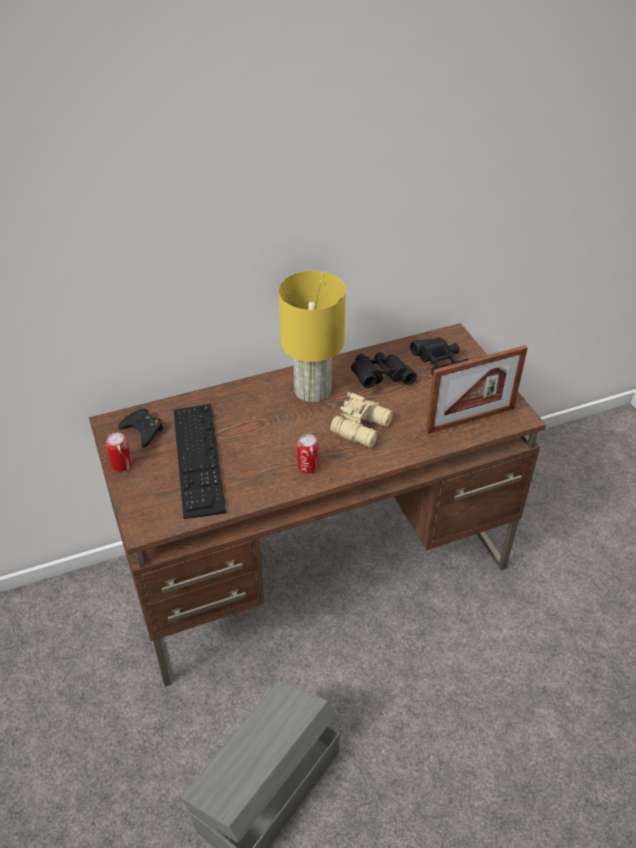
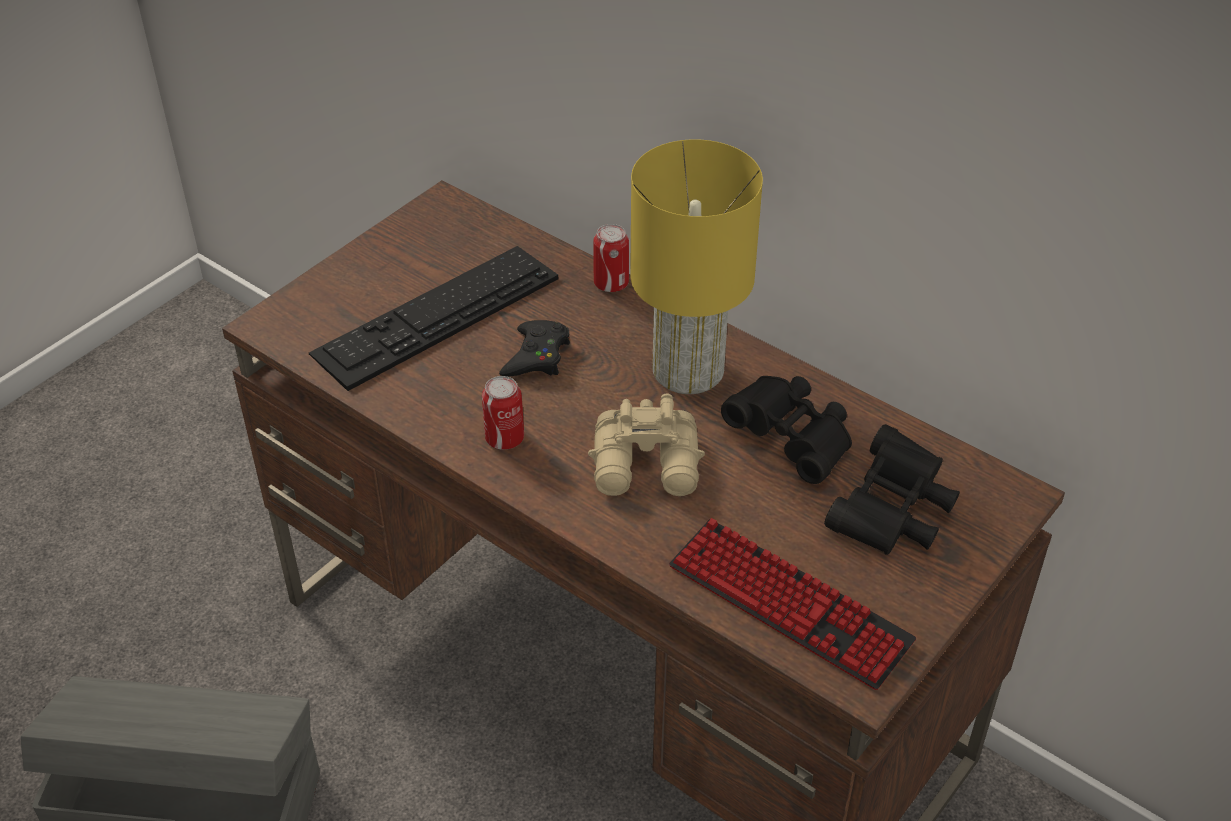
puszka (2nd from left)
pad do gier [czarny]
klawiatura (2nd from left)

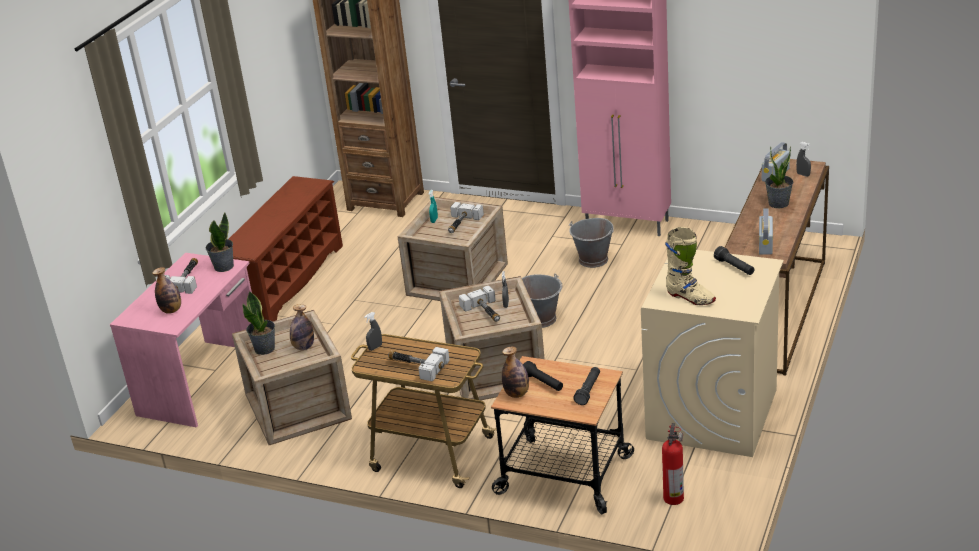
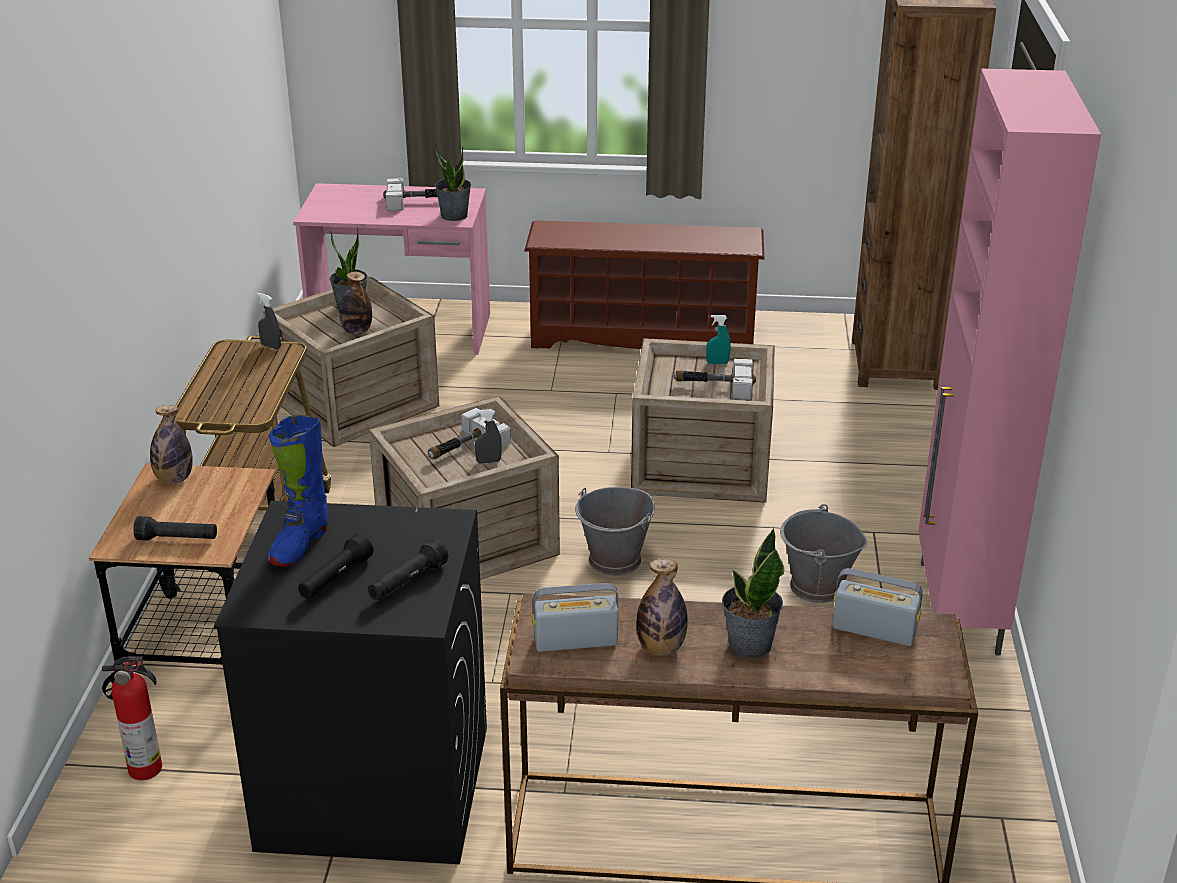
młotek (2nd from left in the first image)
spryskiwacz [szary] (3rd from left in the first image)
butelka (3rd from left)
latarka [czarny] (2nd from left)
pralka [czarny]
but z cholewką [niebieski]

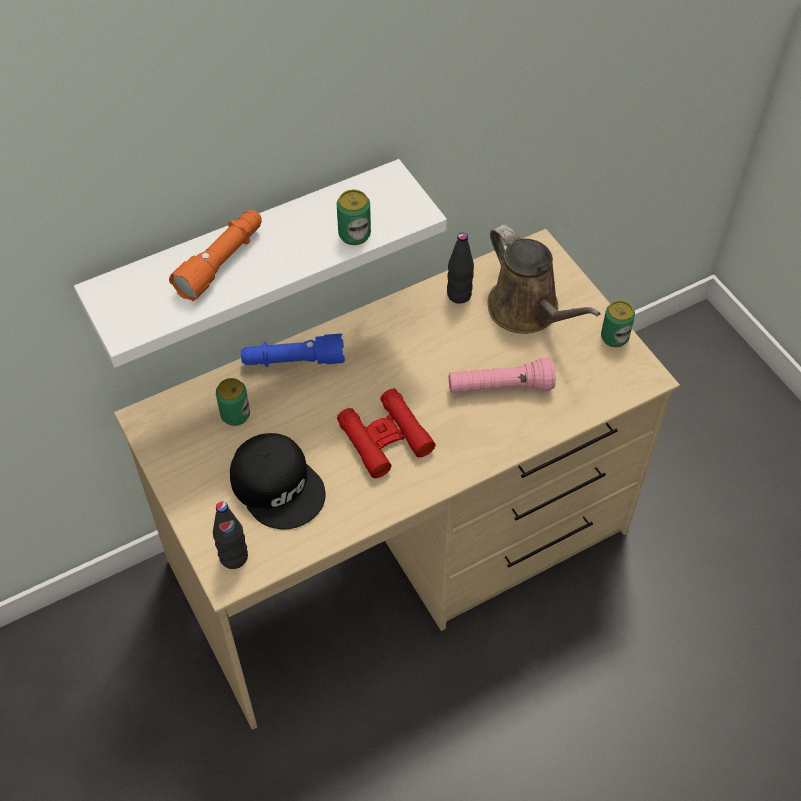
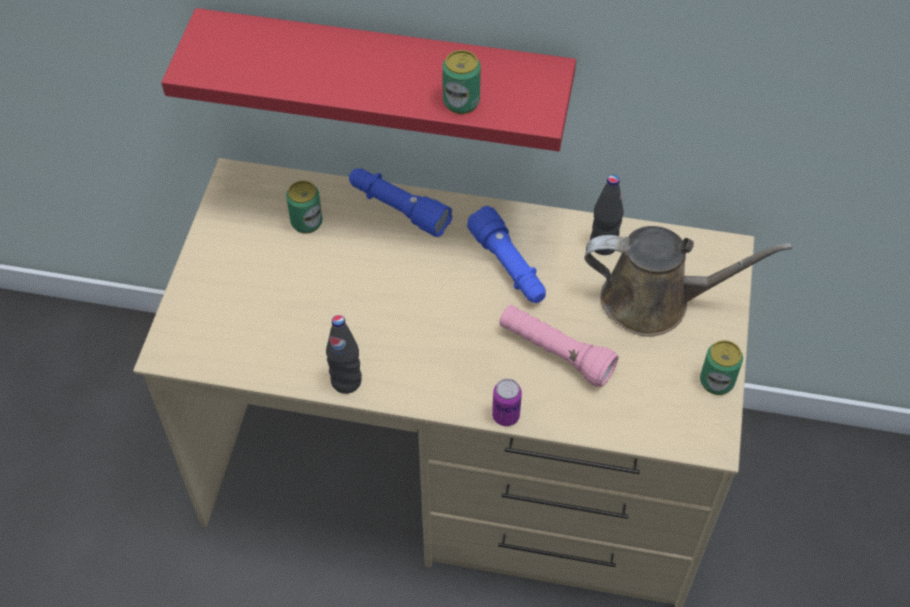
latarka [pomarańczowy]
czapka z daszkiem [czarny]
lornetka [czerwony]
latarka [niebieski] (2nd from left)
puszka (3rd from left)
butelka [czarny] (1st from left)
półka [czerwony]
konewka [brązowy]

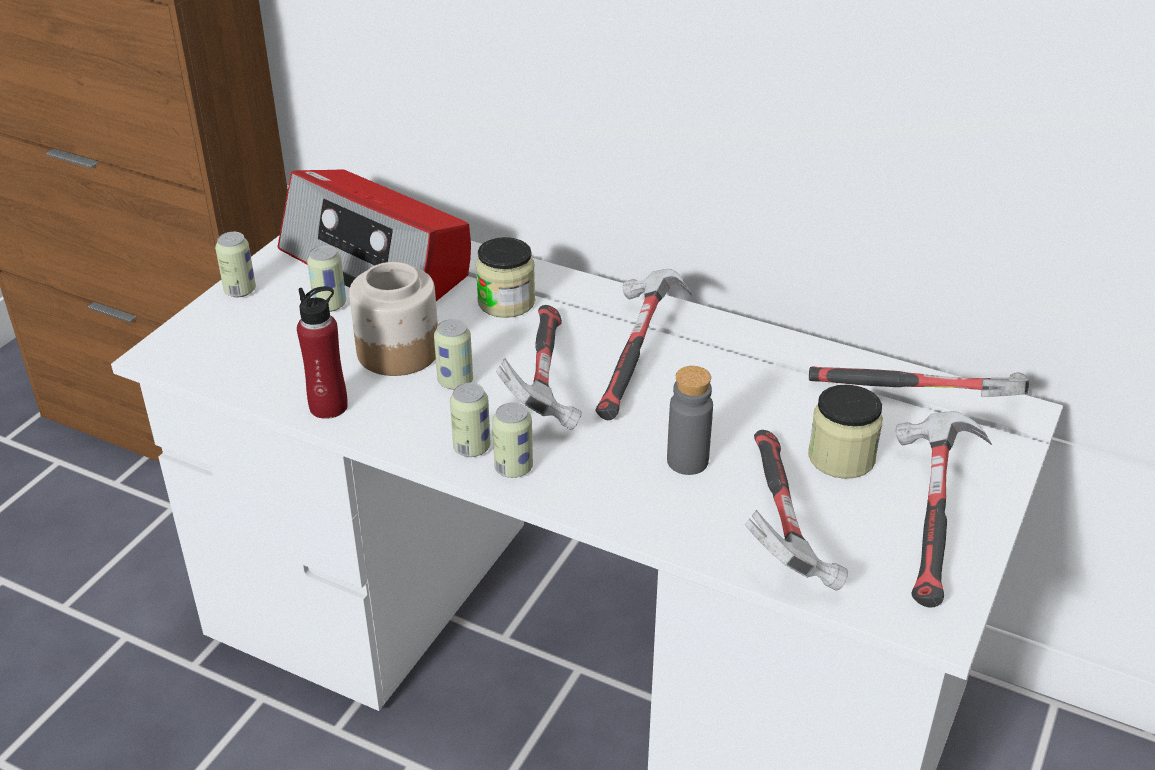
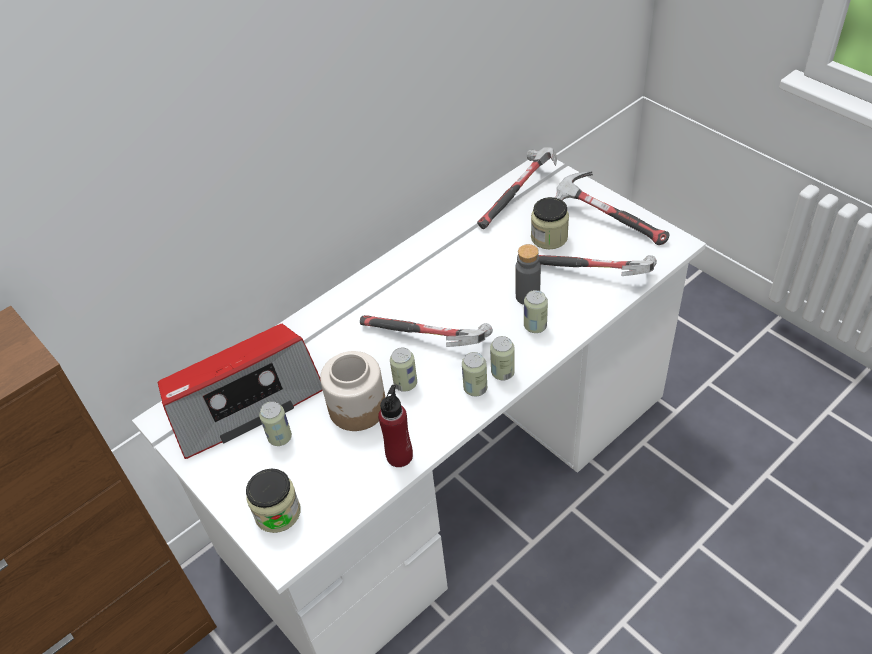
młotek (2nd from left in the first image)
puszka (5th from left)
słoik (1st from left)

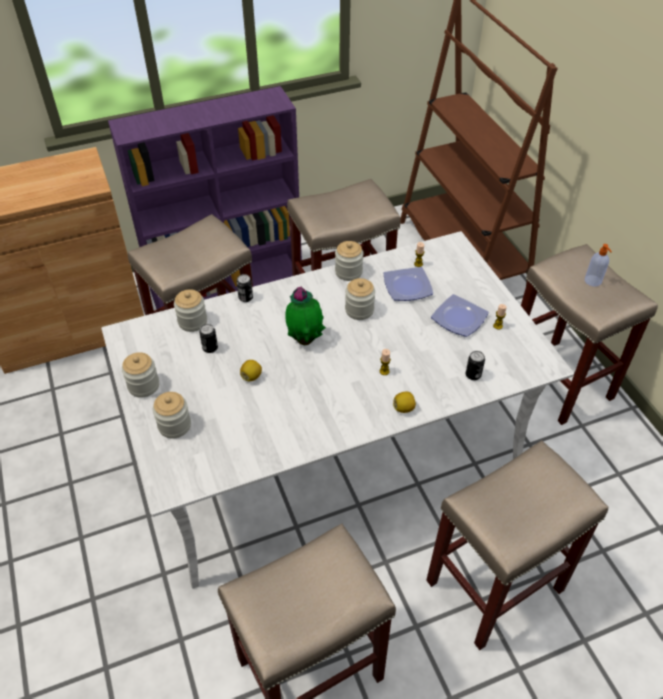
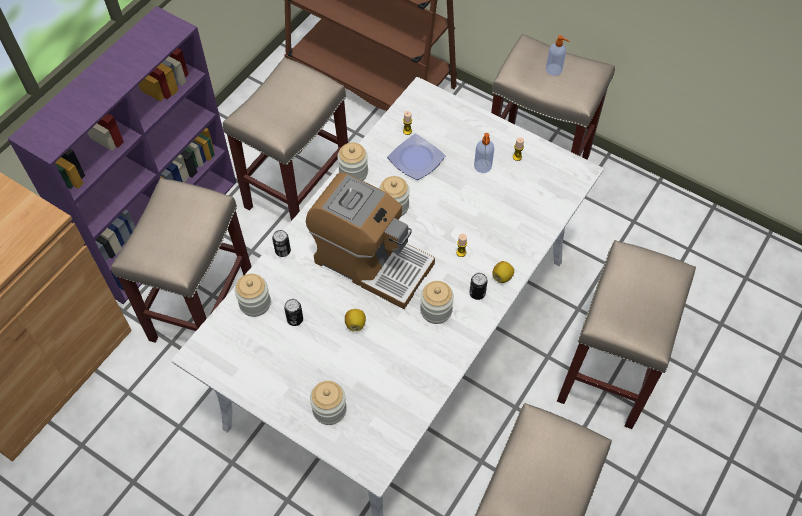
słoik (5th from left)
puszka (3rd from left)
ekspres do kawy
dozownik mydła (1st from left)

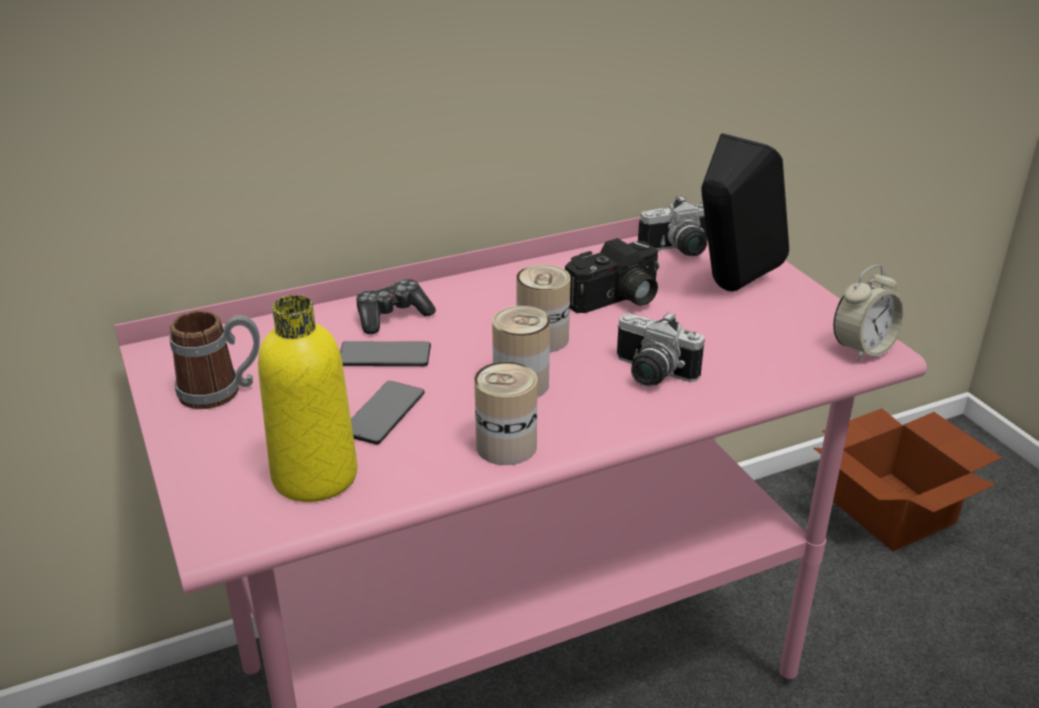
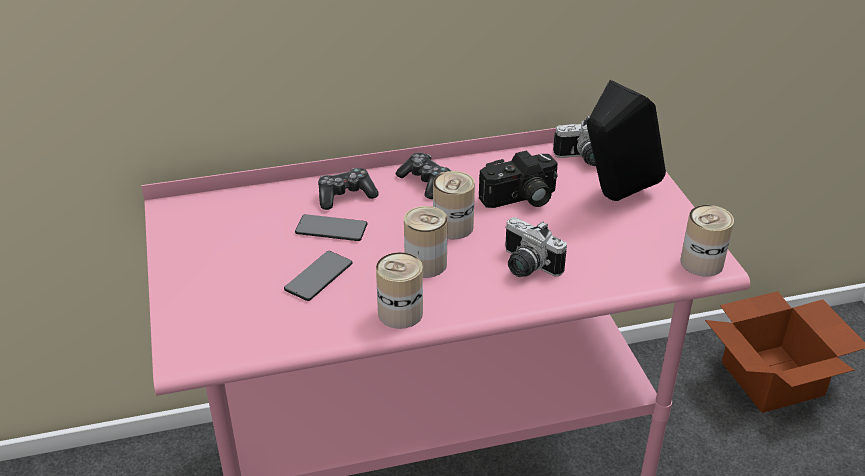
kubek
butelka [żółty]
pad do gier (2nd from left)
puszka (4th from left)

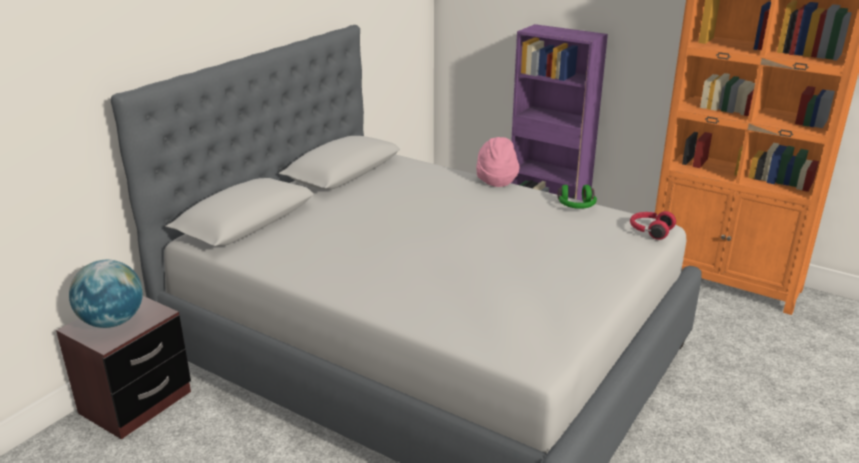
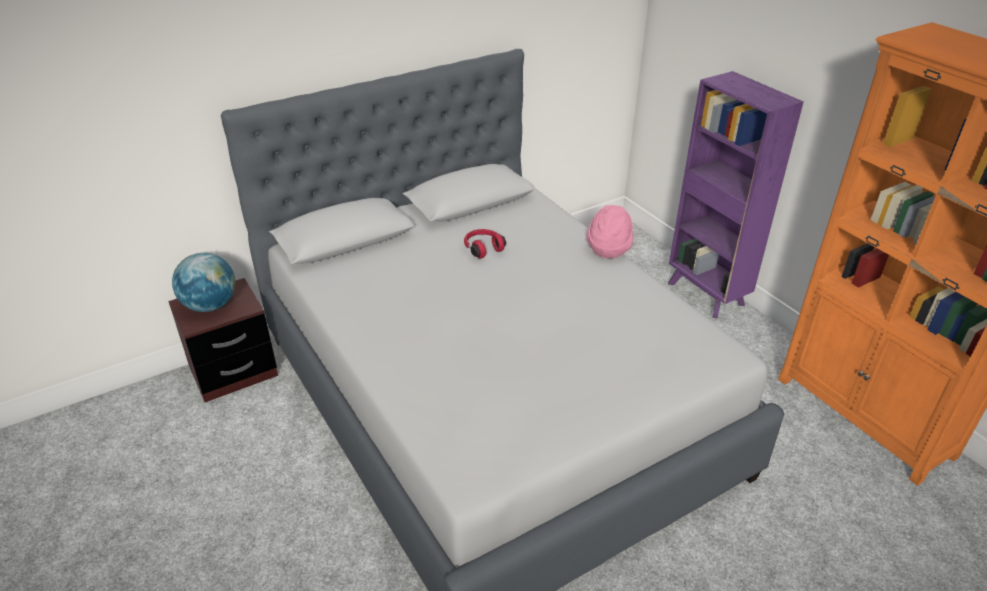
słuchawki [zielony]
słuchawki [czerwony]

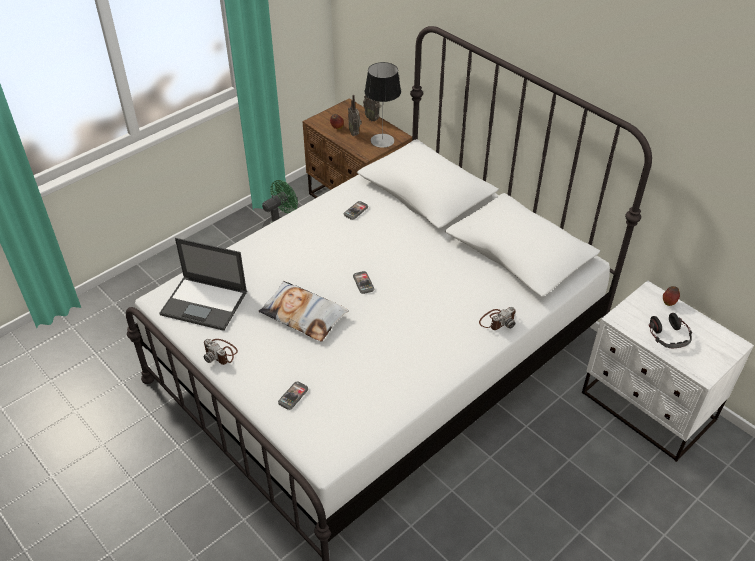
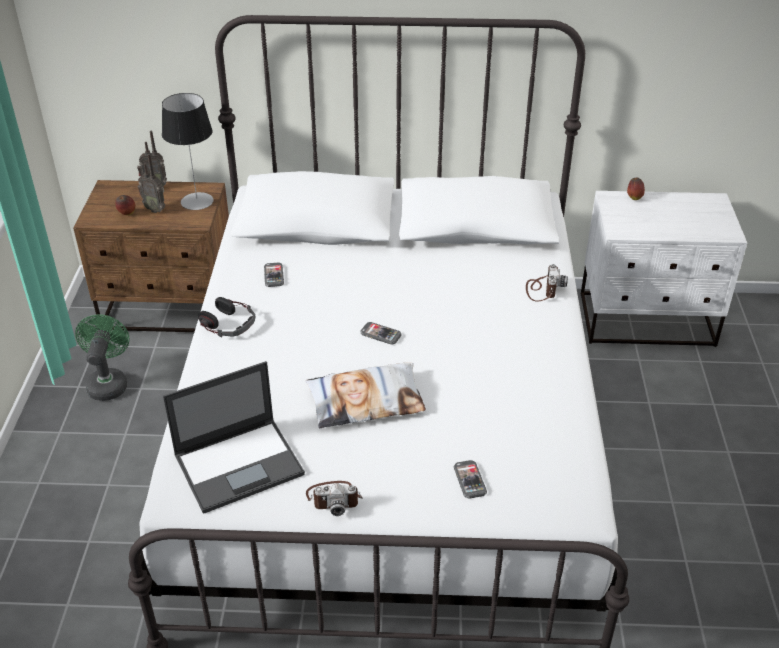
słuchawki

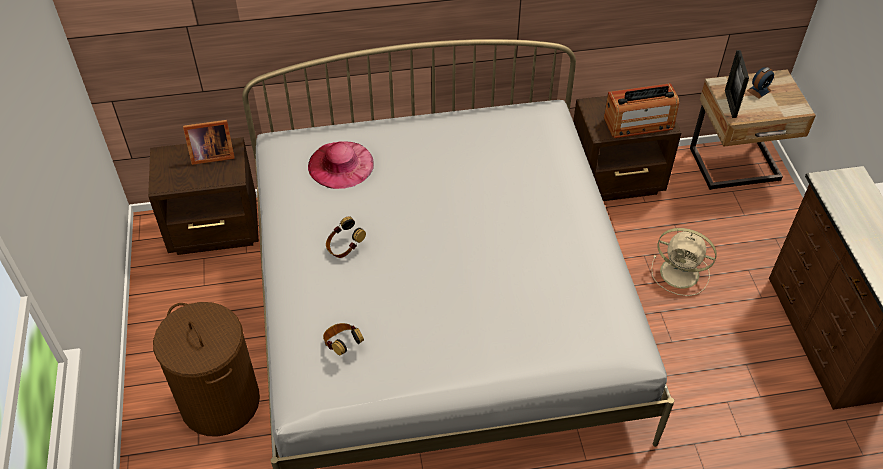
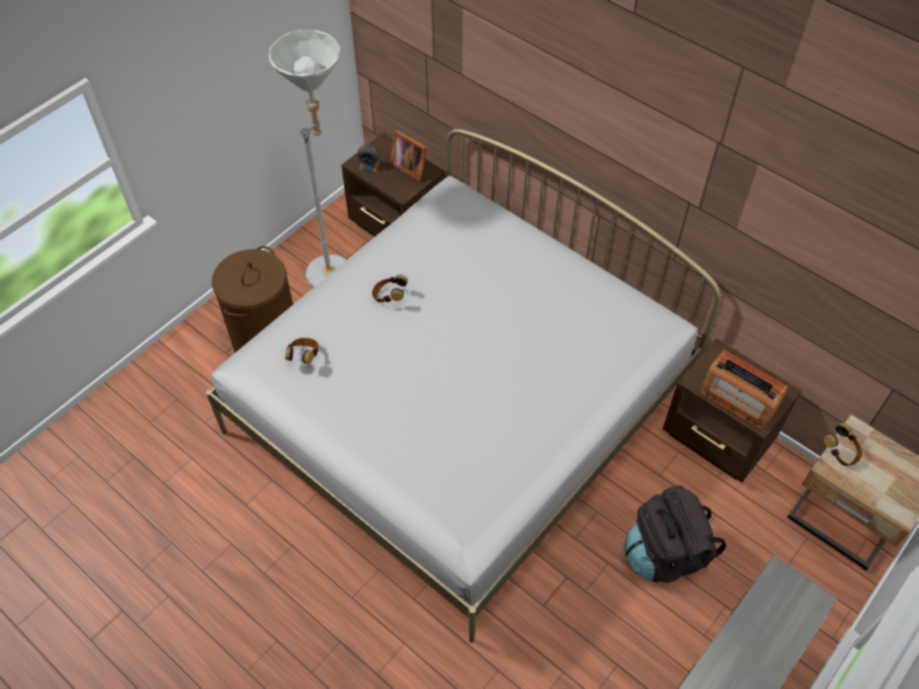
kapelusz [różowy]
lampa stojąca [szary]
budzik
plecak [czarny]
słuchawki (3rd from left)

